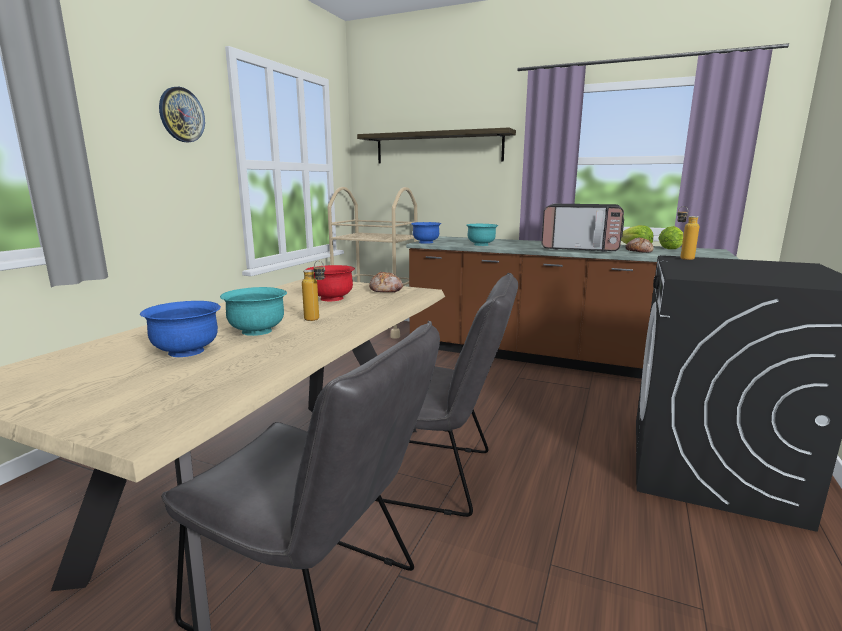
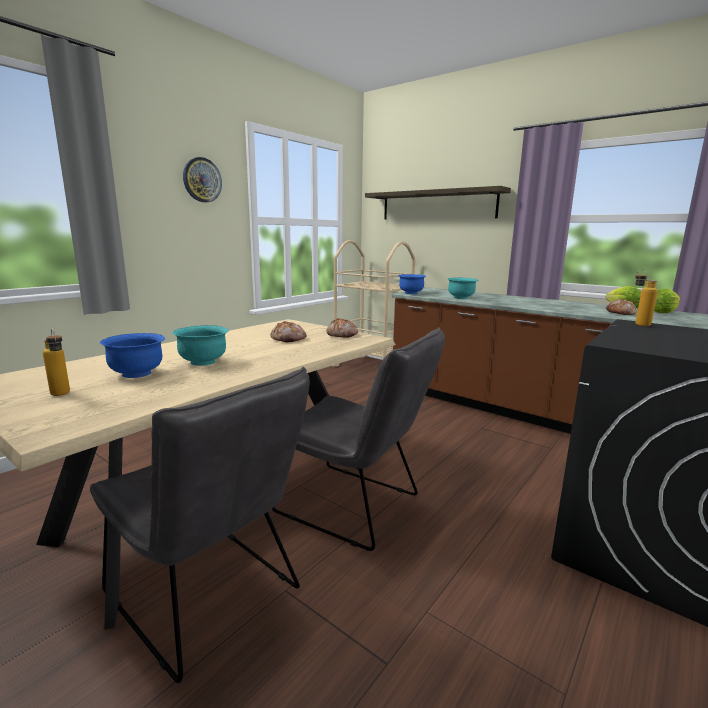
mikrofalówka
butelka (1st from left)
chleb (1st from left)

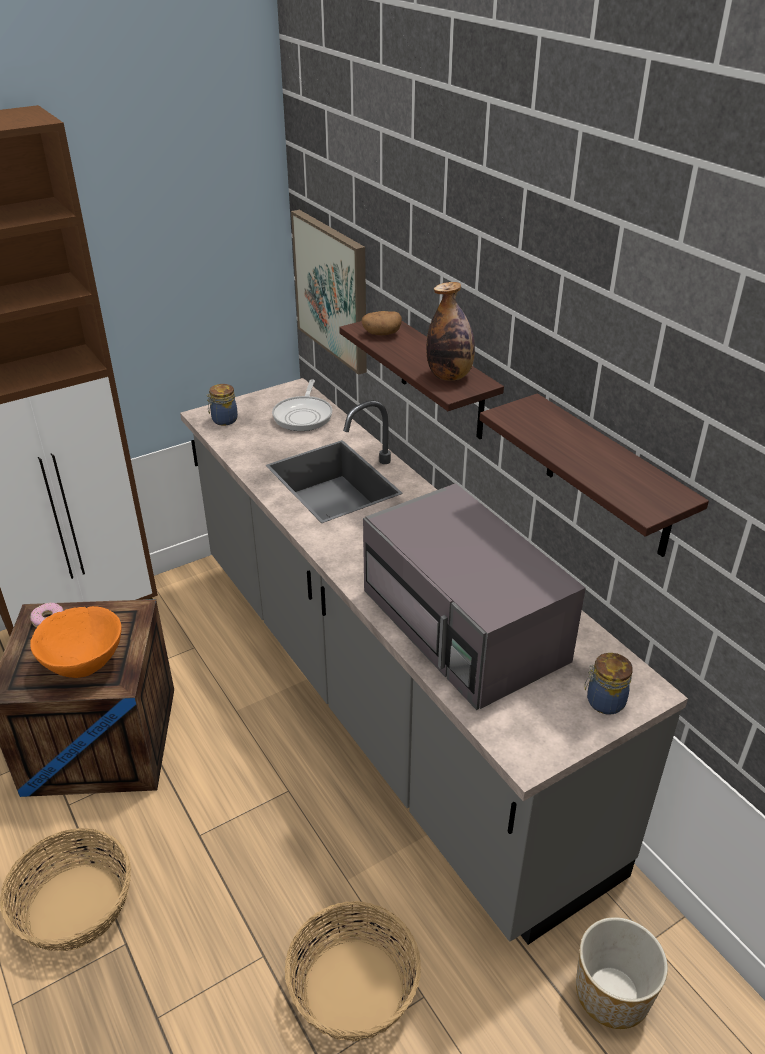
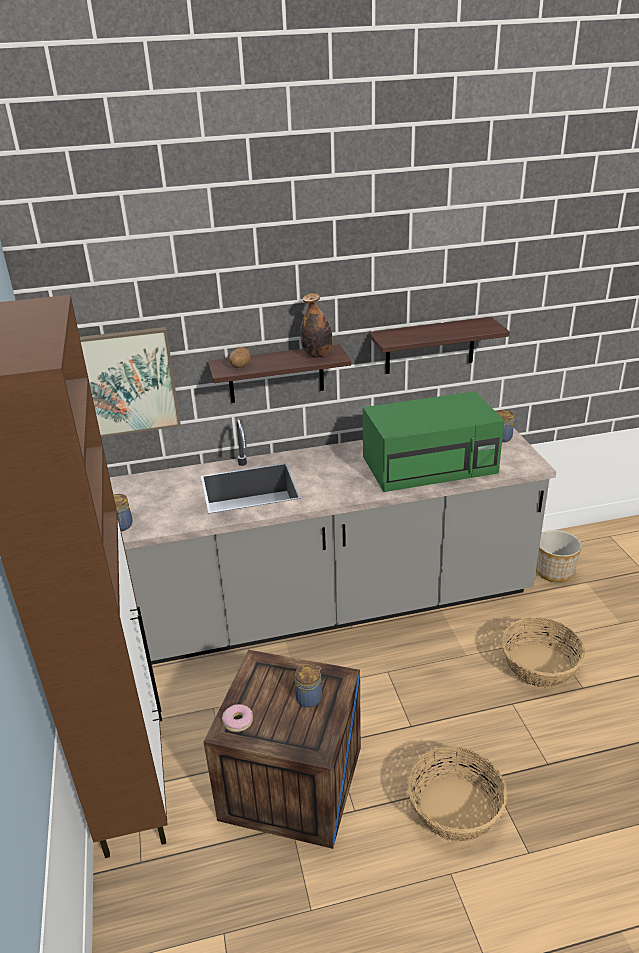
patelnia
słoik (2nd from left)
mikrofalówka [zielony]

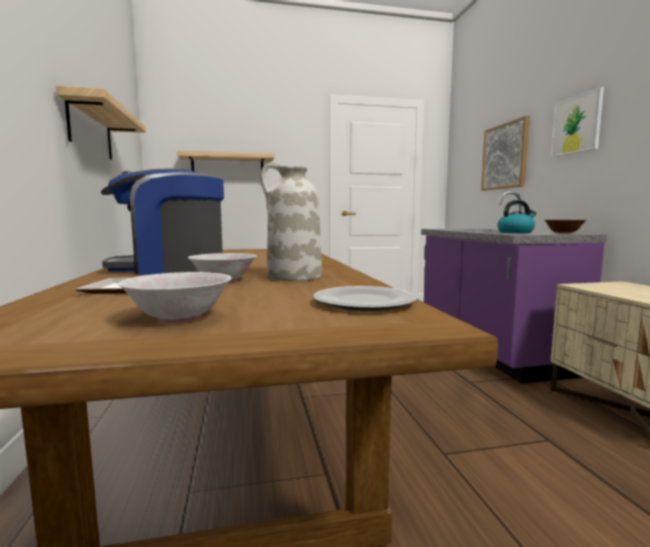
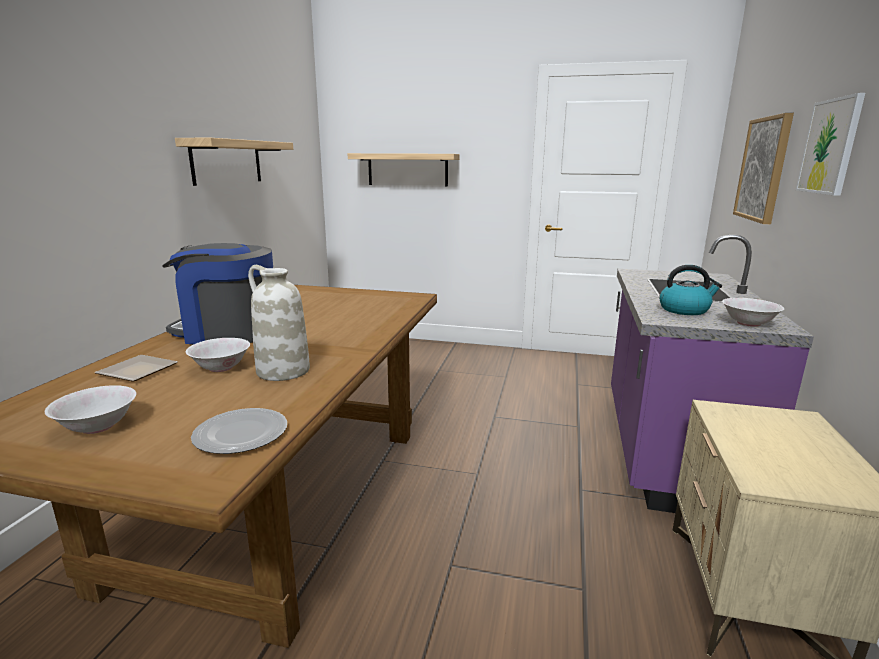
miska [biały] (3rd from left)

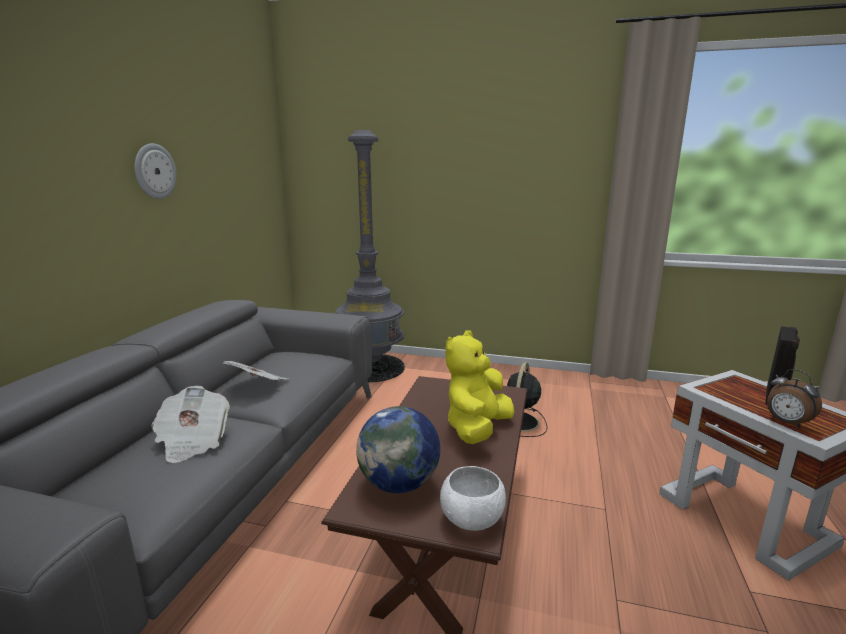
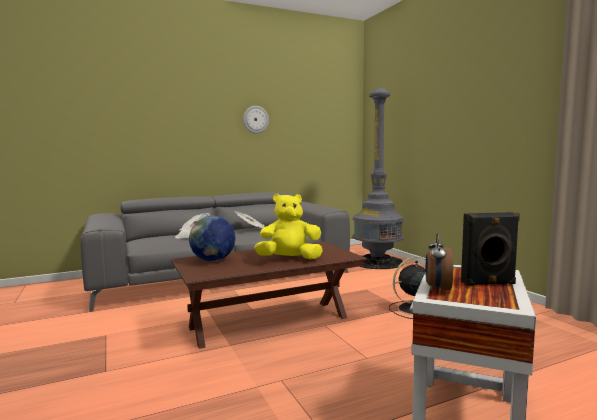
miska [biały]

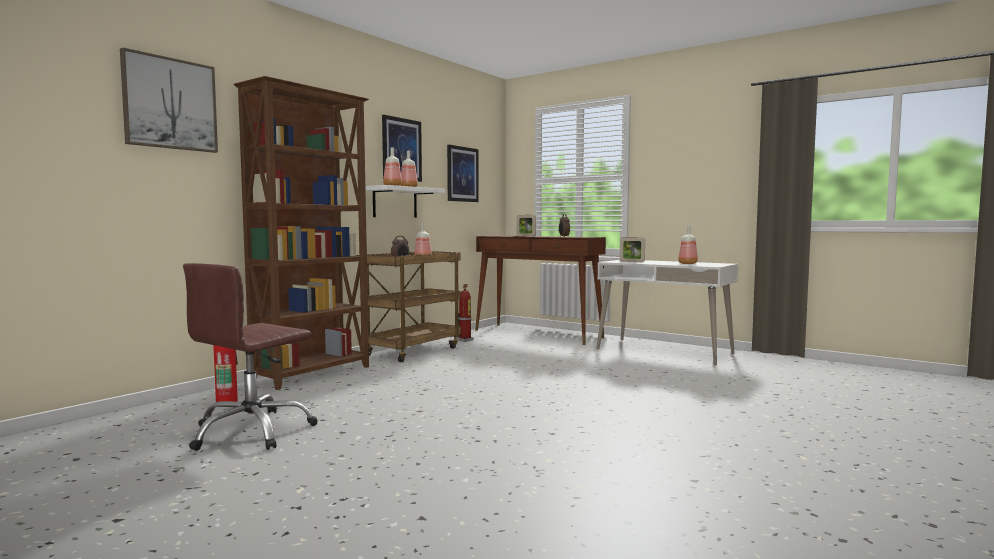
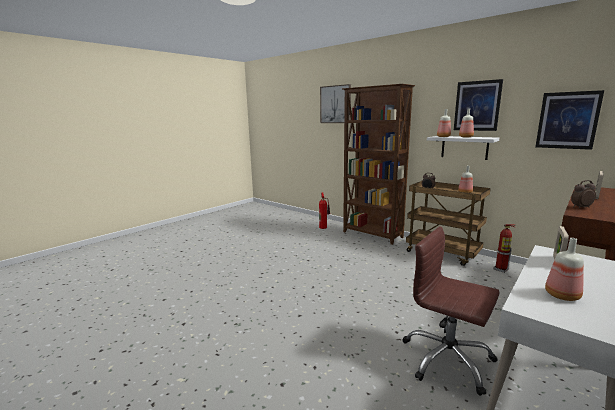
krzesło biurowe [brązowy]

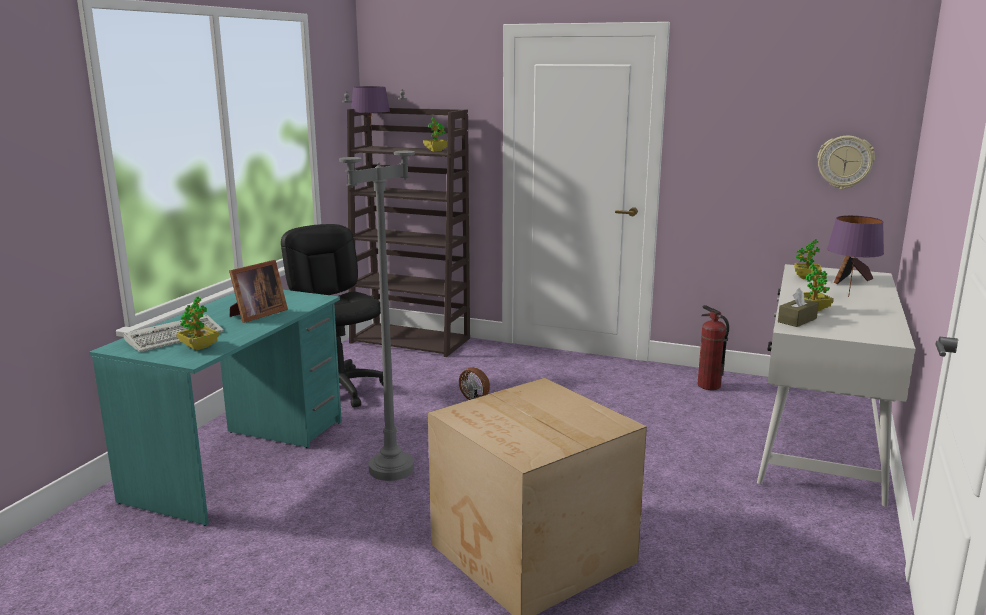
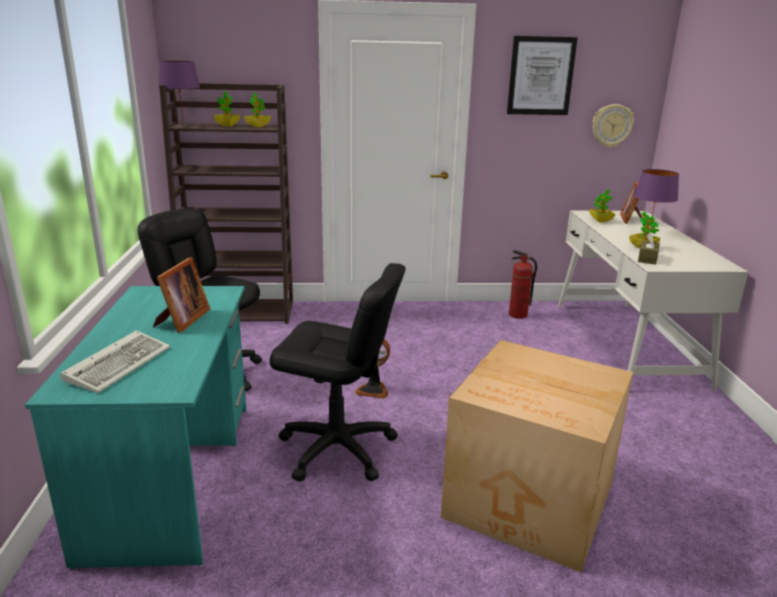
obraz
roślina doniczkowa (1st from left)
krzesło biurowe [czarny] (2nd from left)

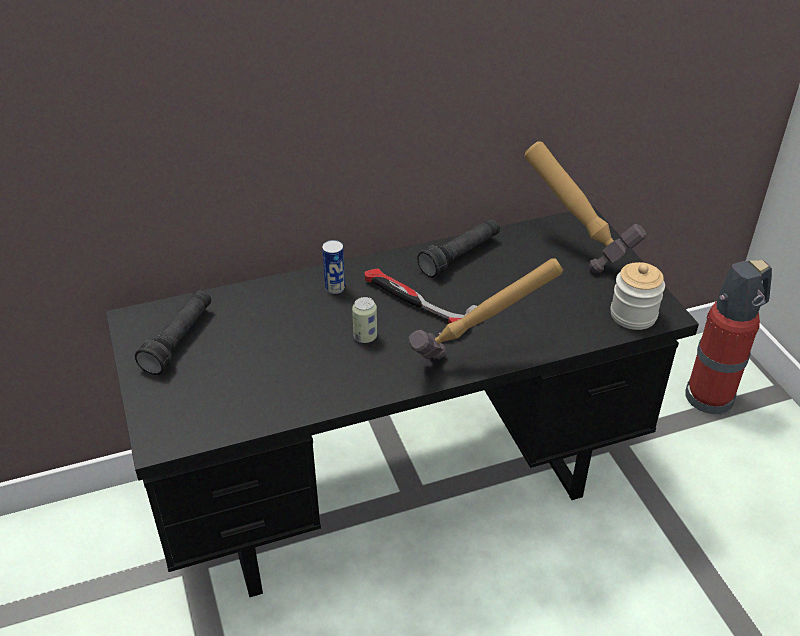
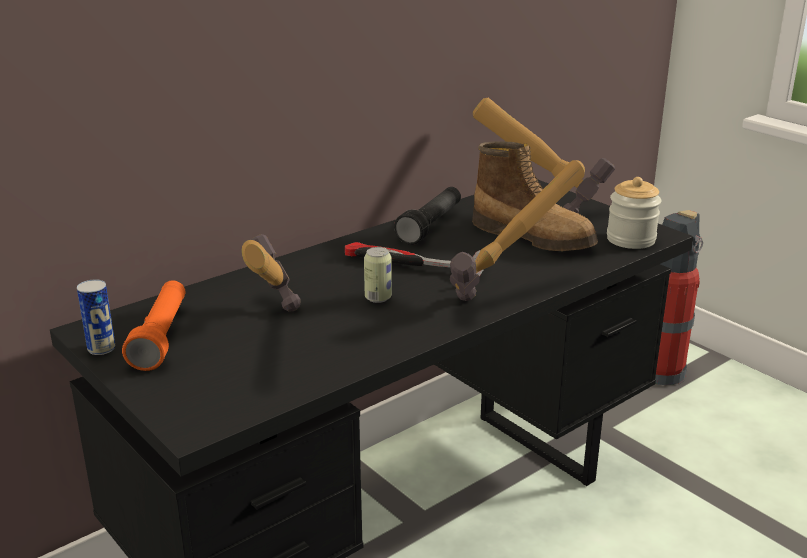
młotek (1st from left)
but z cholewką
puszka (1st from left)
latarka [pomarańczowy]

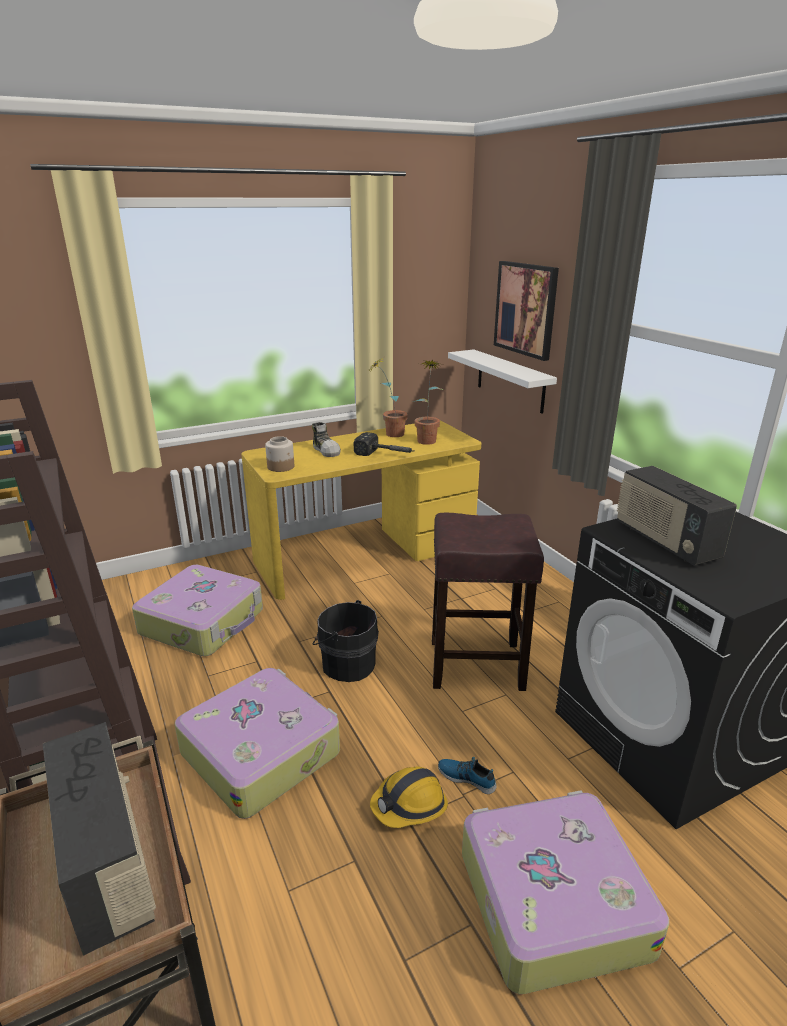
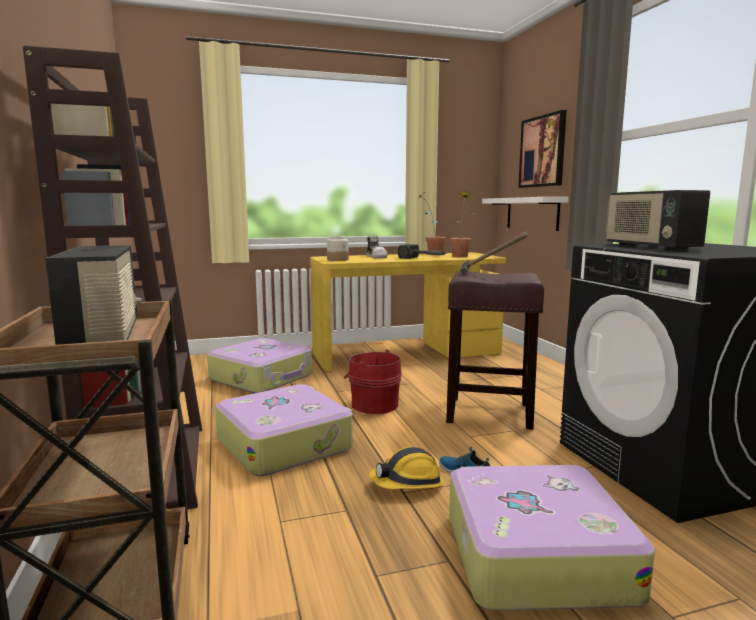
młotek (2nd from left)
wiadro [czerwony]

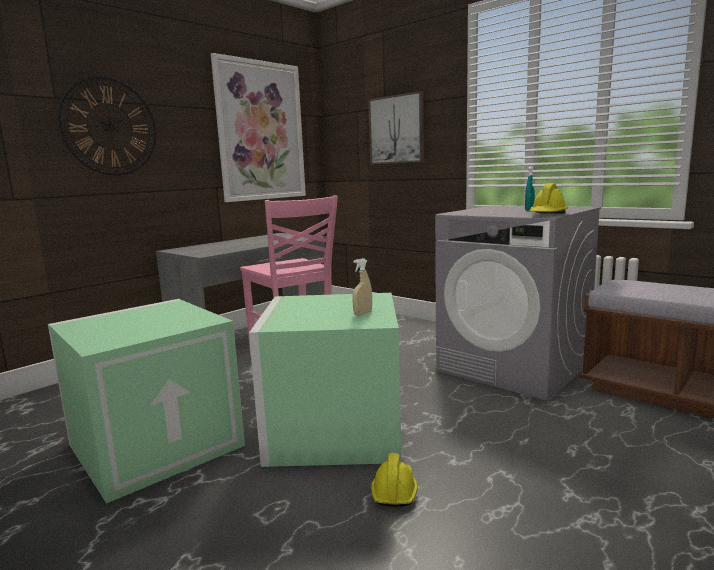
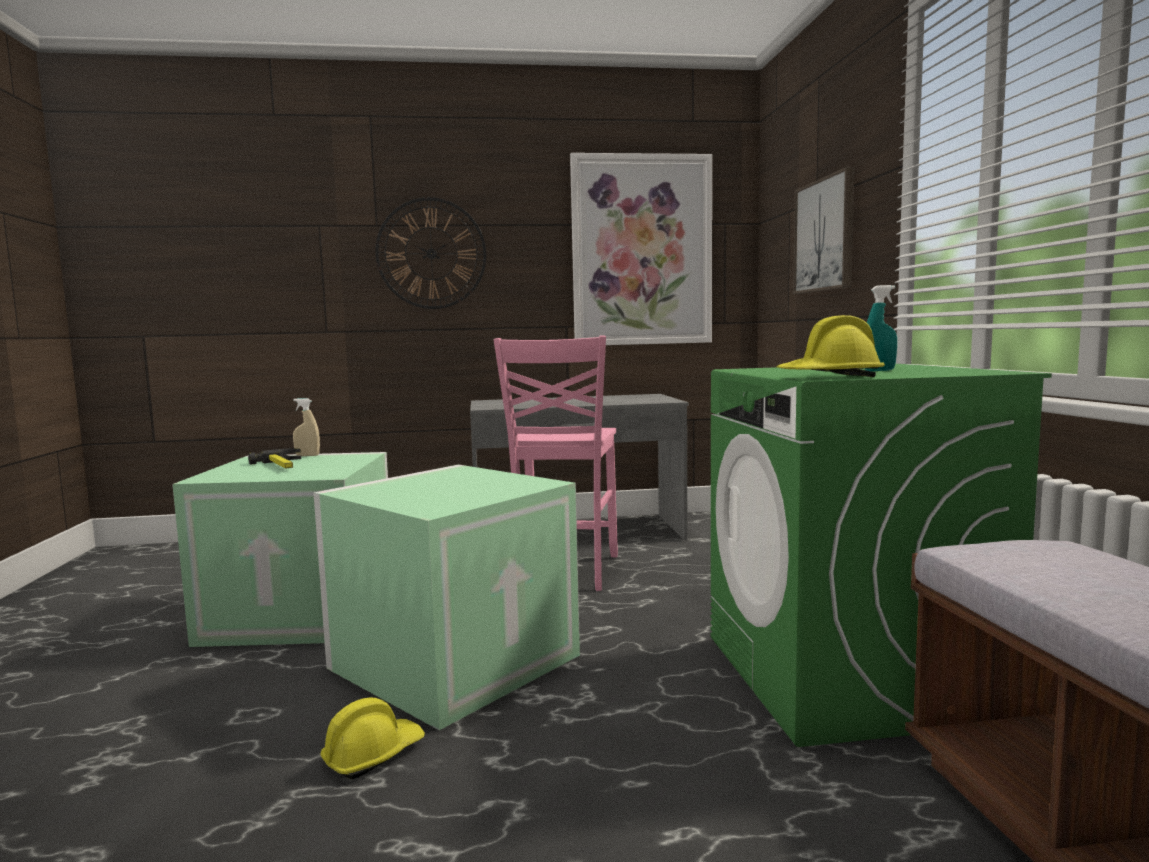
młotek
spryskiwacz [beżowy]
pralka [zielony]

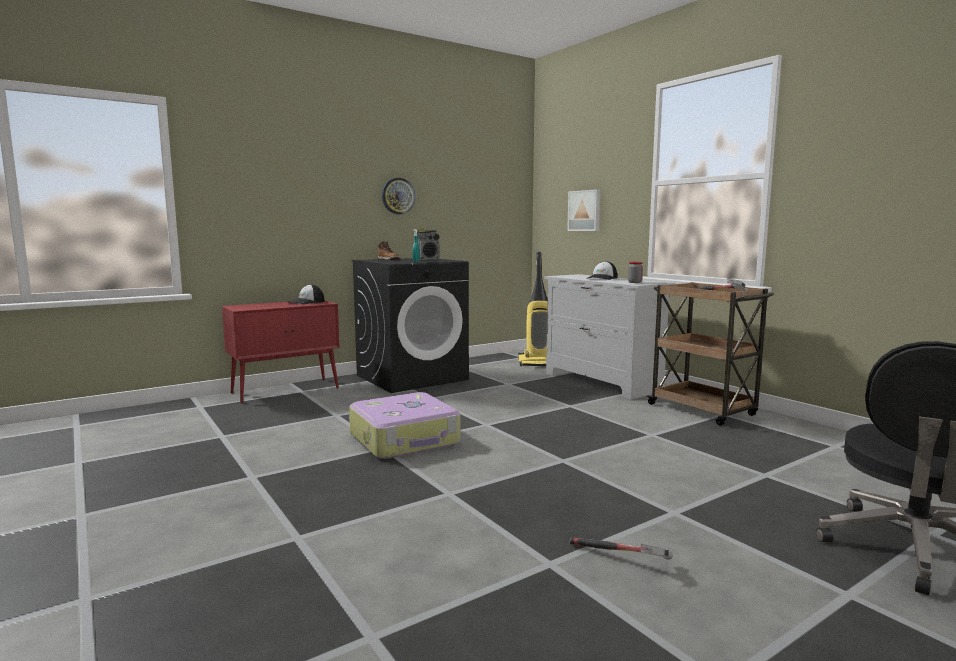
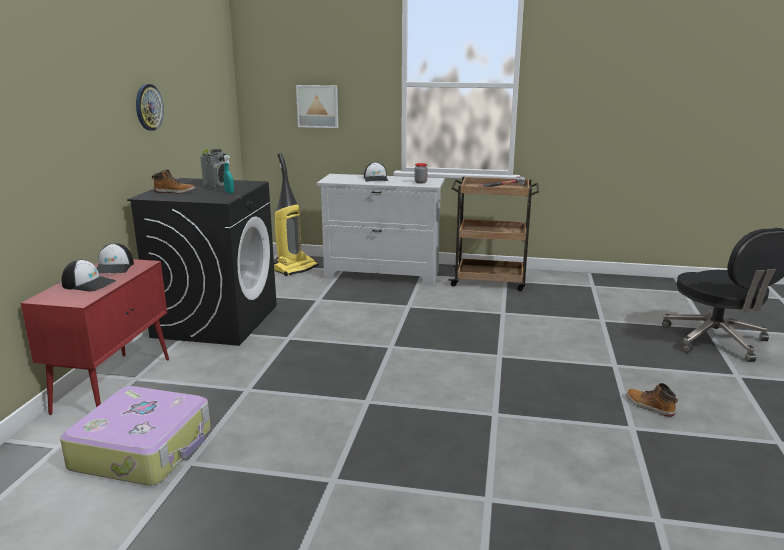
czapka z daszkiem (1st from left)
walizka
but z cholewką (2nd from left)

